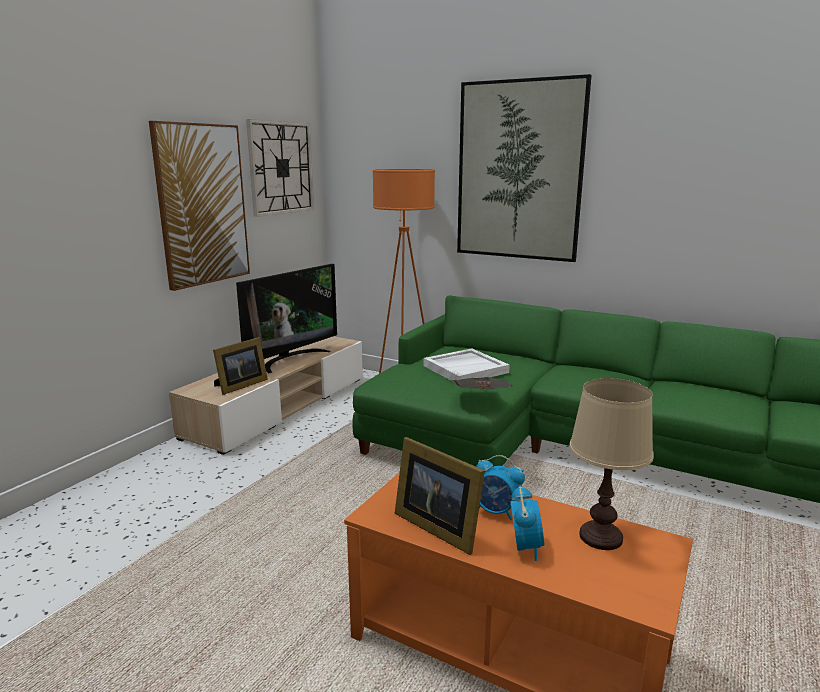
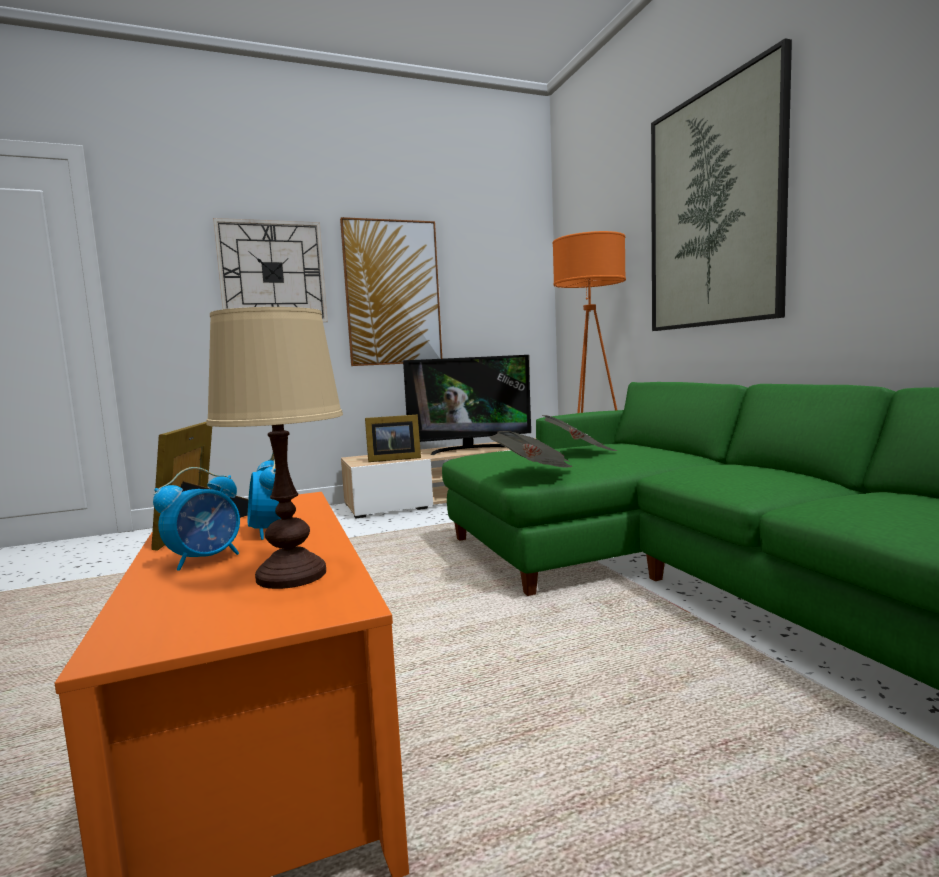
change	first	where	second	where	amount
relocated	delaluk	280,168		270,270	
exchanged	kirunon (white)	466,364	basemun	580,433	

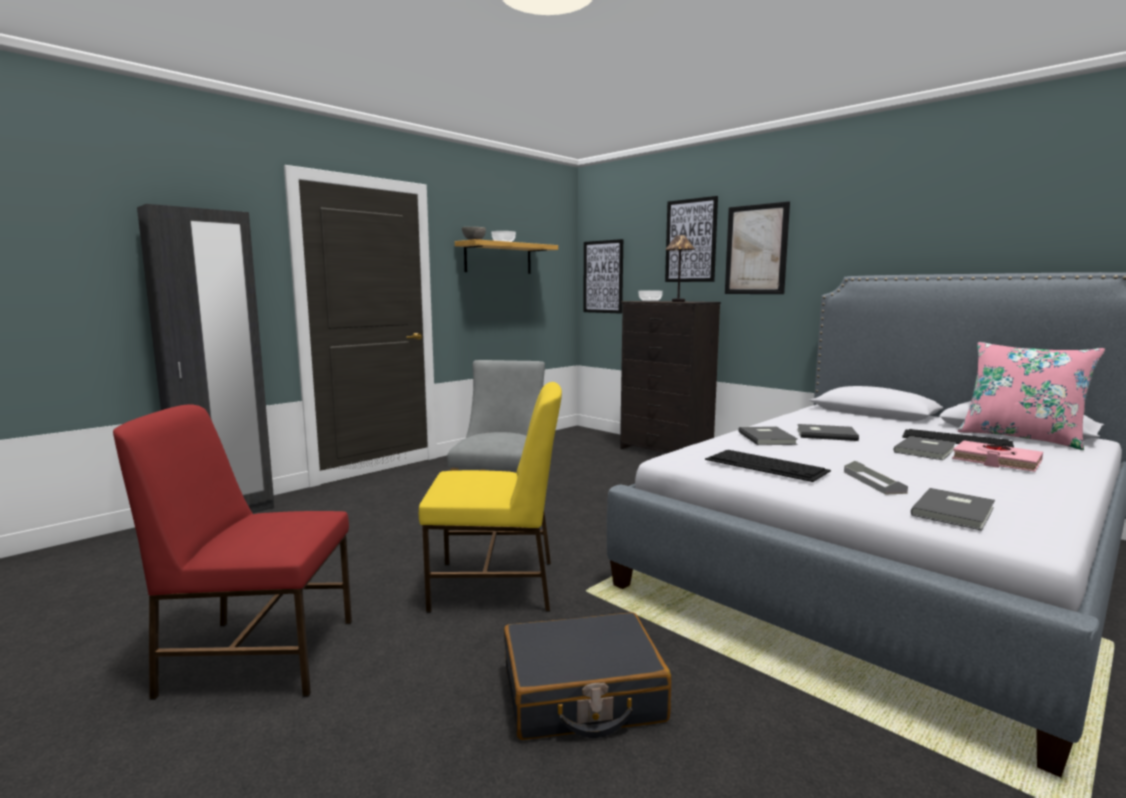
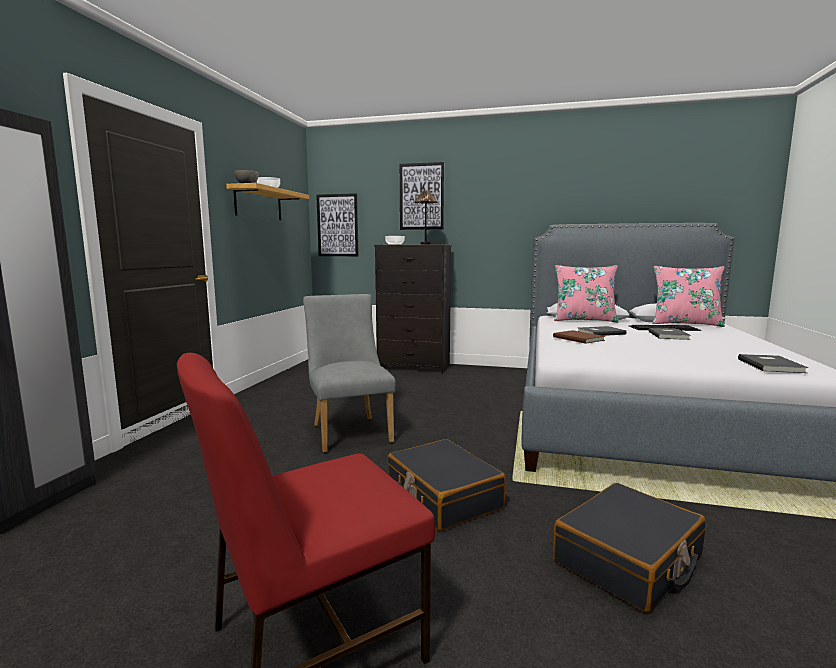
change	first	where	second	where	amount
exchanged	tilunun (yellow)	490,497	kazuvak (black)	446,485	
colour	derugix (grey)	768,435	derugix (brown)	579,337	
appeared			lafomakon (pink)	586,294	
missing	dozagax	768,466			
missing	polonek	757,247			
missing	kirunon (grey)	876,478			
missing	derugix (pink)	997,456			

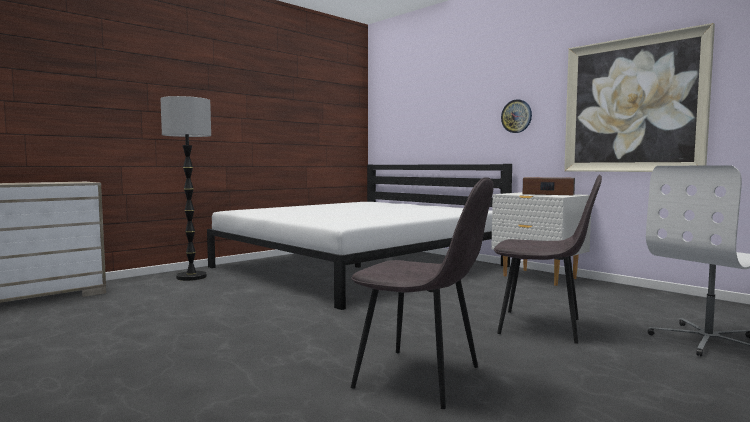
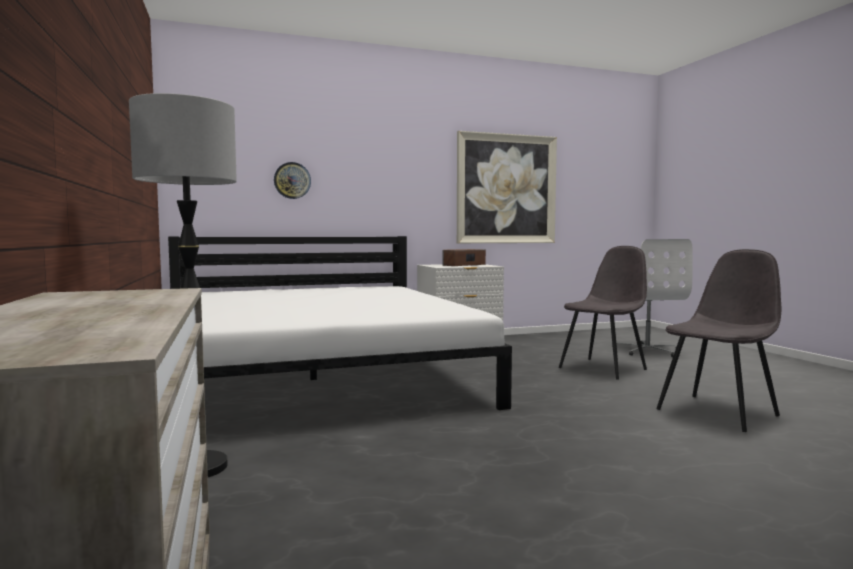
change	first	where	second	where	amount
relocated	delaluk	516,116		292,180	

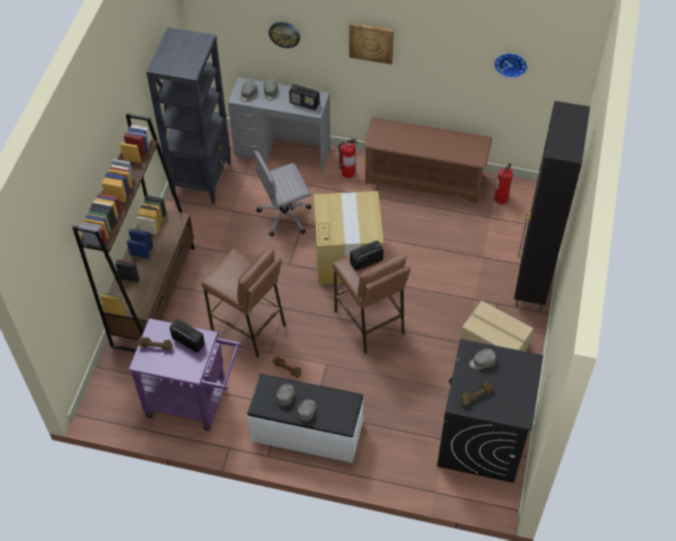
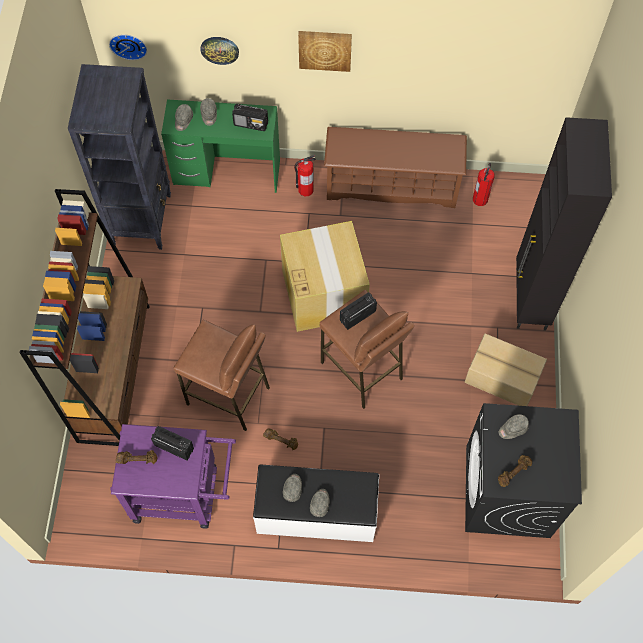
change	first	where	second	where	amount
relocated	delaluk	510,65		128,47	
colour	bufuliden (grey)	279,124	bufuliden (green)	220,146	
missing	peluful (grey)	282,194			

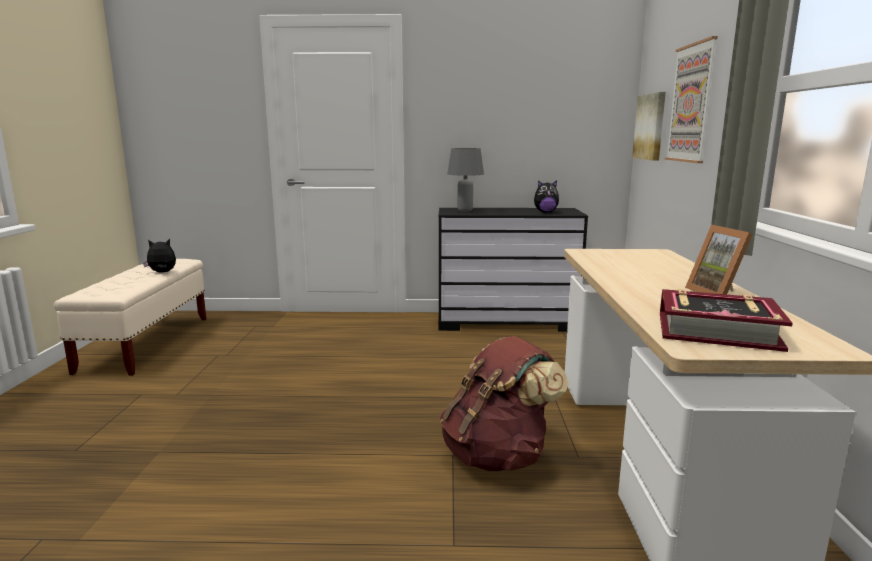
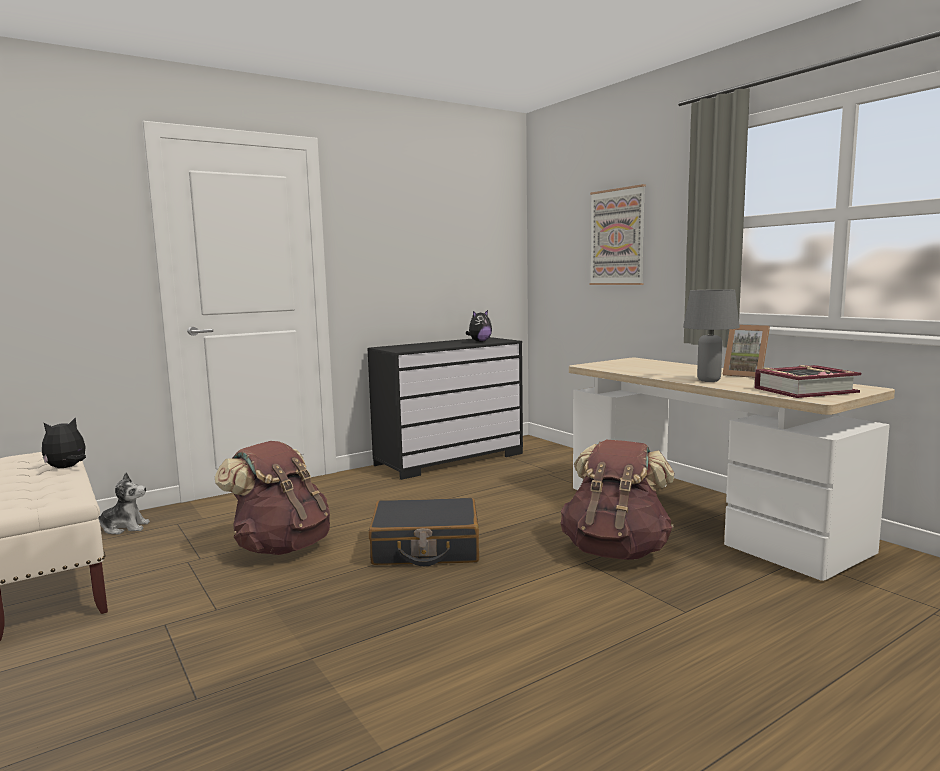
change	first	where	second	where	amount
appeared			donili	124,504	
appeared			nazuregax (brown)	272,498	
appeared			kazuvak (black)	424,532	
relocated	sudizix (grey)	465,180		711,335	
missing	polonek	649,126			

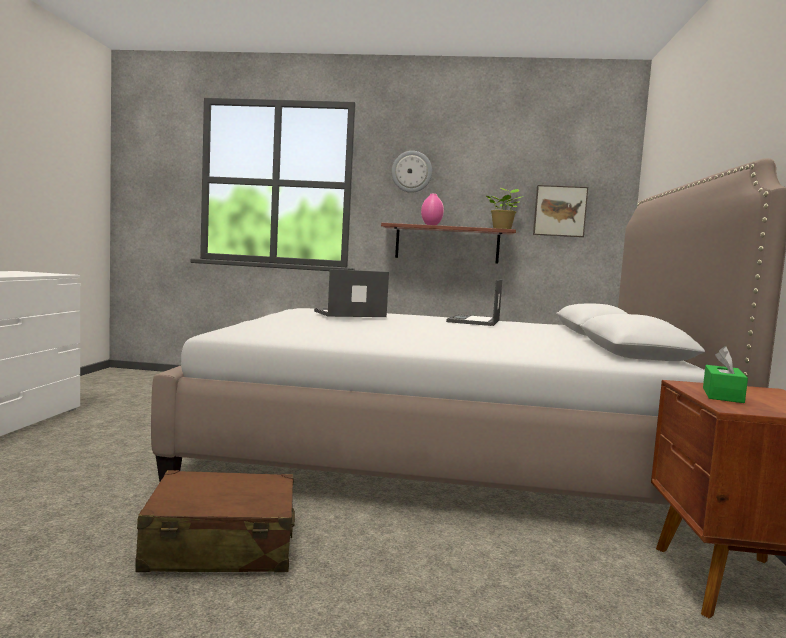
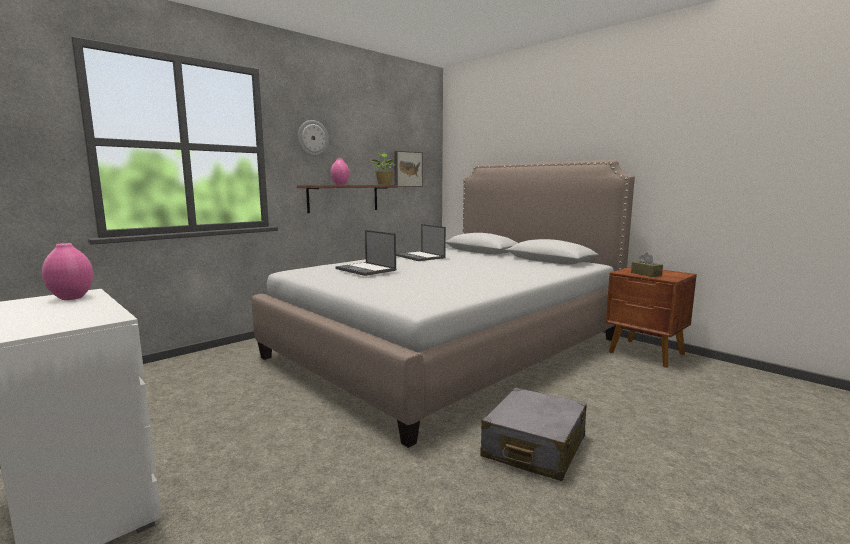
change	first	where	second	where	amount
appeared			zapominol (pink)	67,271	
spun	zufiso	351,293		365,253	60 degrees counterclockwise
colour	kazuvak (brown)	215,521	kazuvak (grey)	533,434	
colour	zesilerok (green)	725,374	zesilerok (brown)	647,265	

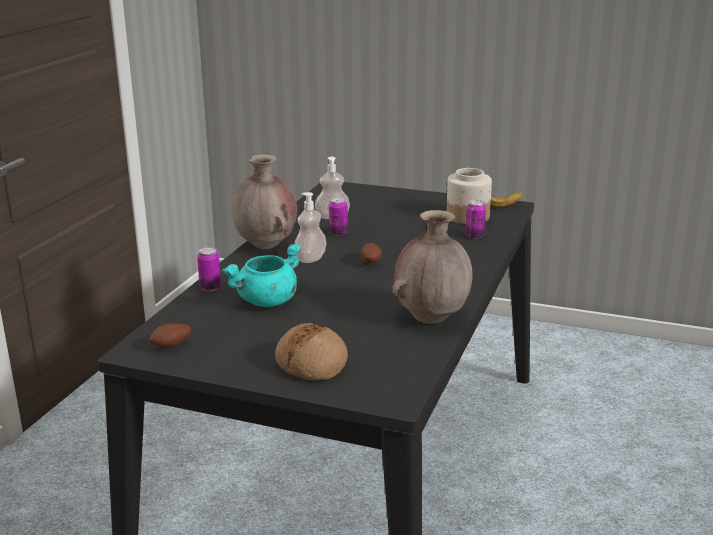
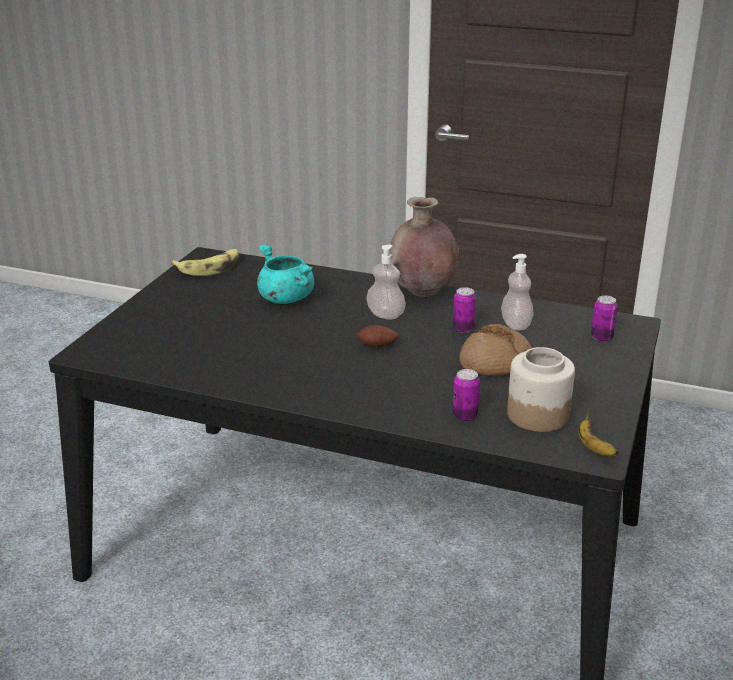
change	first	where	second	where	amount
exchanged	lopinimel	170,335	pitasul	205,262	
relocated	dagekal	311,351		495,350	
relocated	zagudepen	209,269		604,318	
missing	zapominol (brown)	432,267			

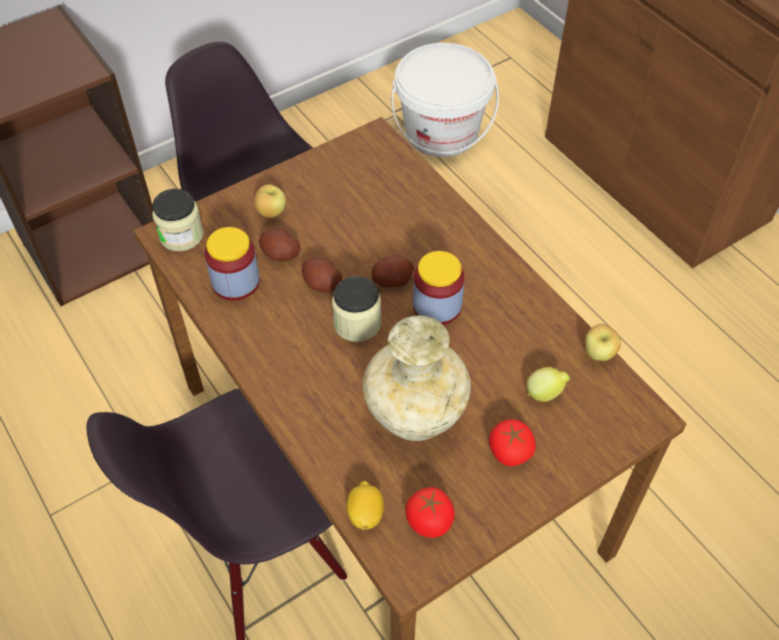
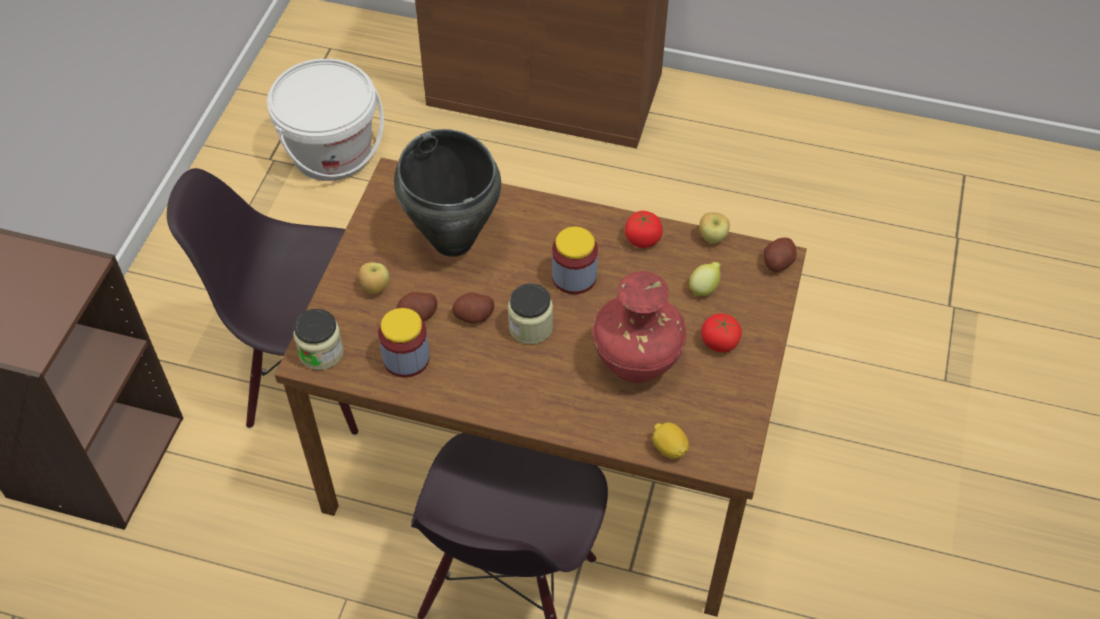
change	first	where	second	where	amount
appeared			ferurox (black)	447,193	
colour	zapominol (beige)	417,378	zapominol (red)	639,327	
relocated	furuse	430,512		644,229	
relocated	lopinimel	393,271		780,255	

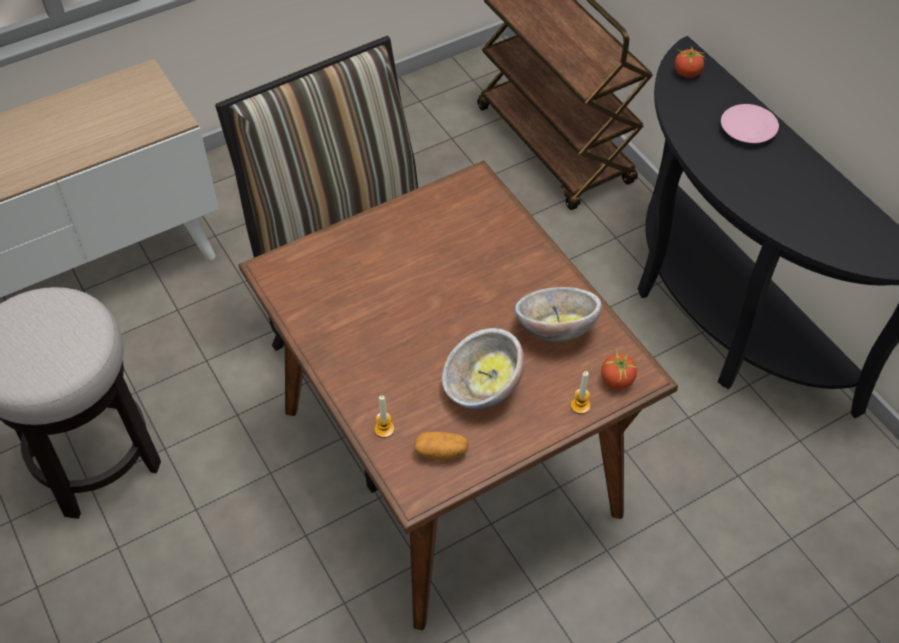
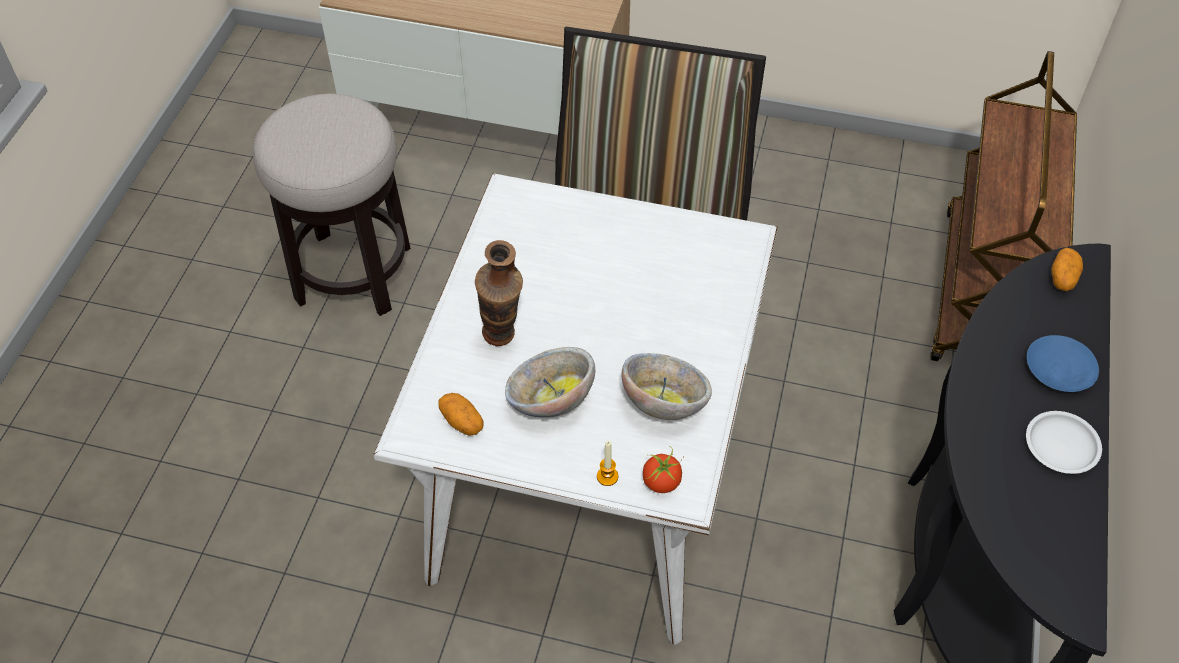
change	first	where	second	where	amount
colour	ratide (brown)	458,395	ratide (white)	576,409	
appeared			zapominol	499,293	
appeared			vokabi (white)	1064,442	
colour	vokabi (pink)	750,123	vokabi (blue)	1063,363	
exchanged	furuse	690,62	lopinimel	1067,269	
missing	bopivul	384,416			

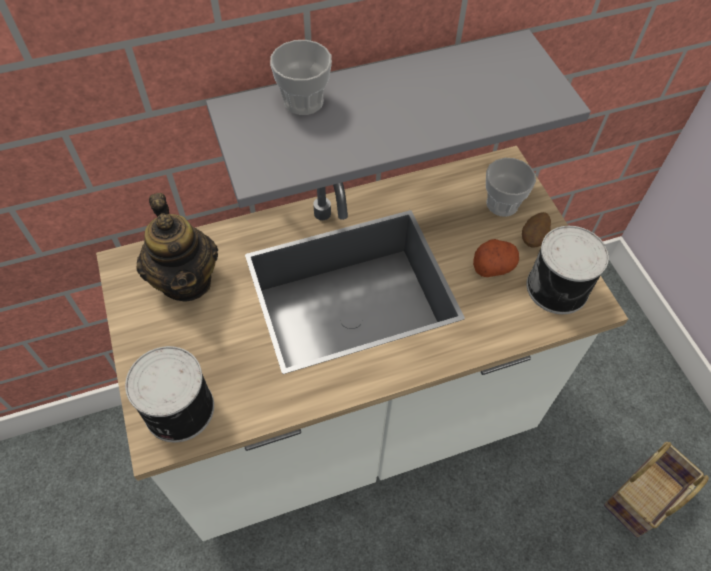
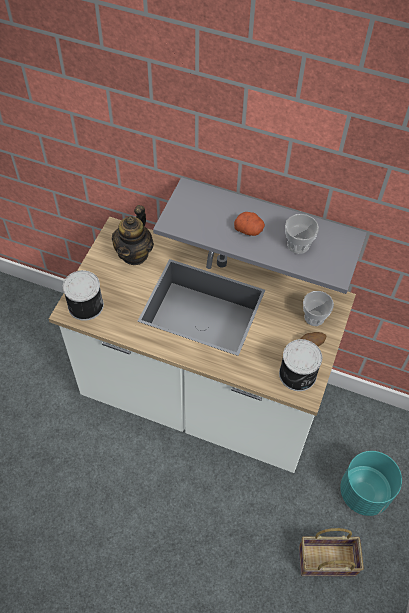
change	first	where	second	where	amount
relocated	lopinimel	496,258		249,224	
relocated	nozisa	301,77		302,234	
appeared			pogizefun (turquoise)	371,483	

